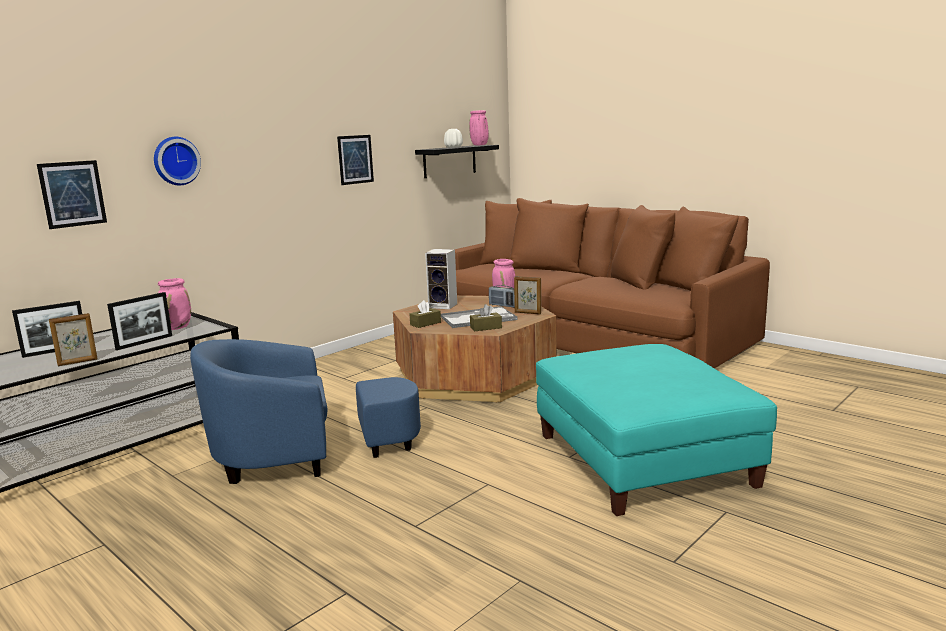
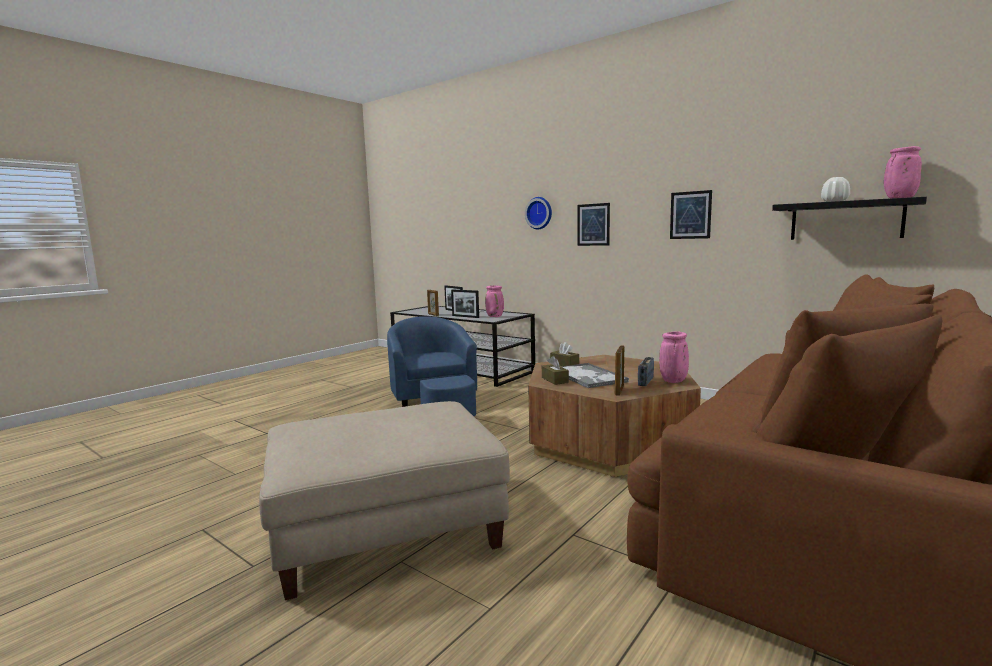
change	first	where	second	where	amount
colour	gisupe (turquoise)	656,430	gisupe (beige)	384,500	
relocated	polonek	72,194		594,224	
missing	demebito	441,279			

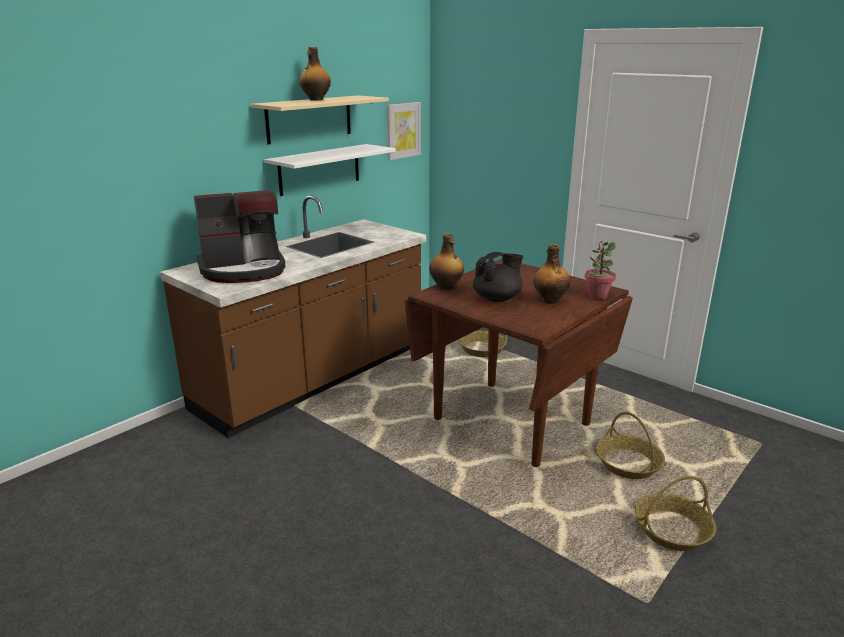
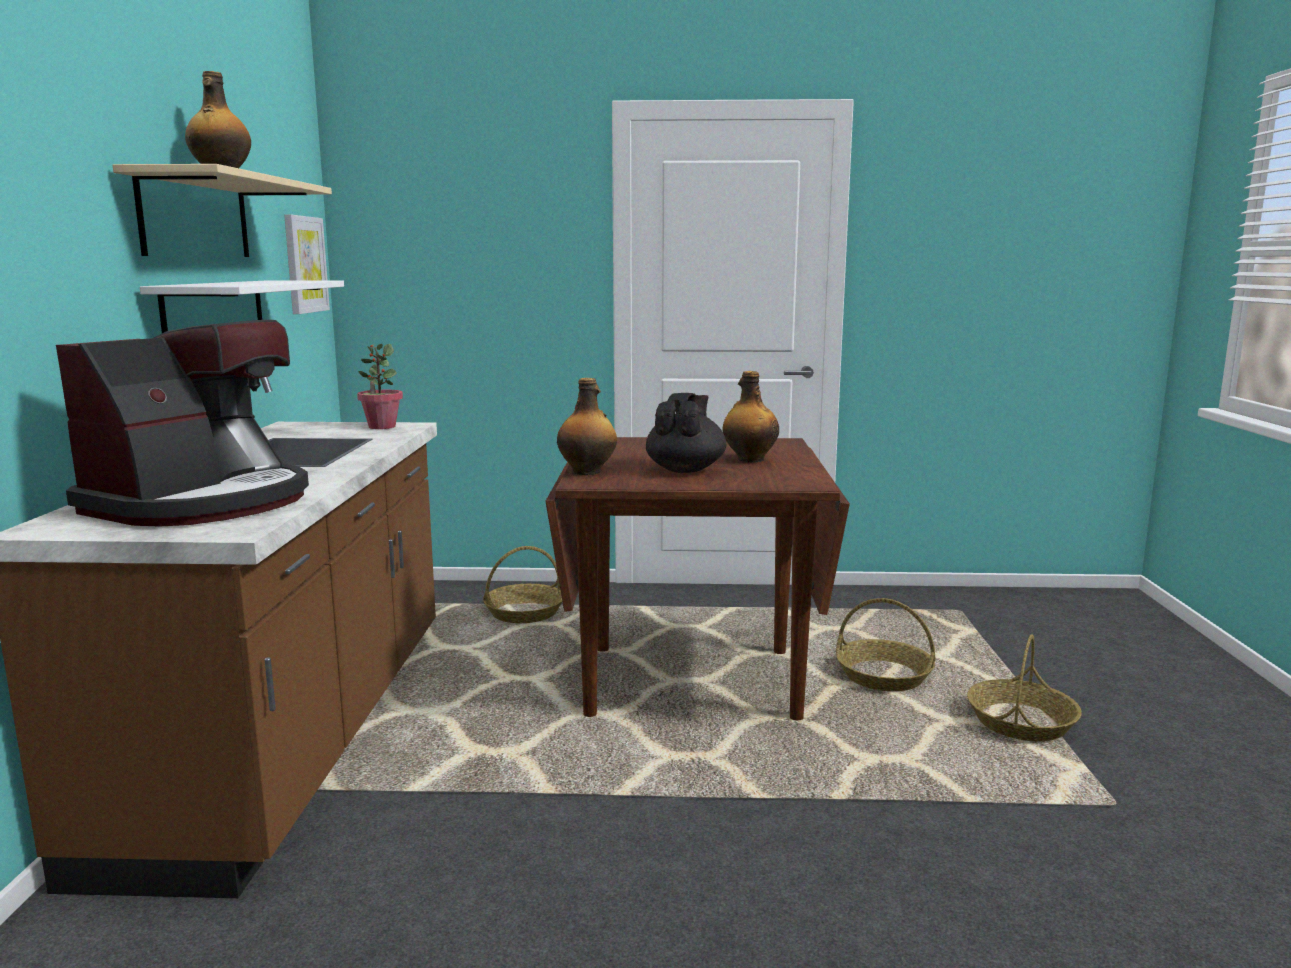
change	first	where	second	where	amount
relocated	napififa	600,270		380,386	

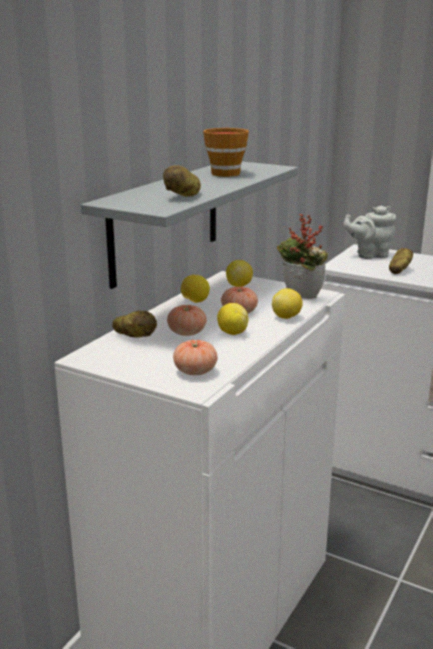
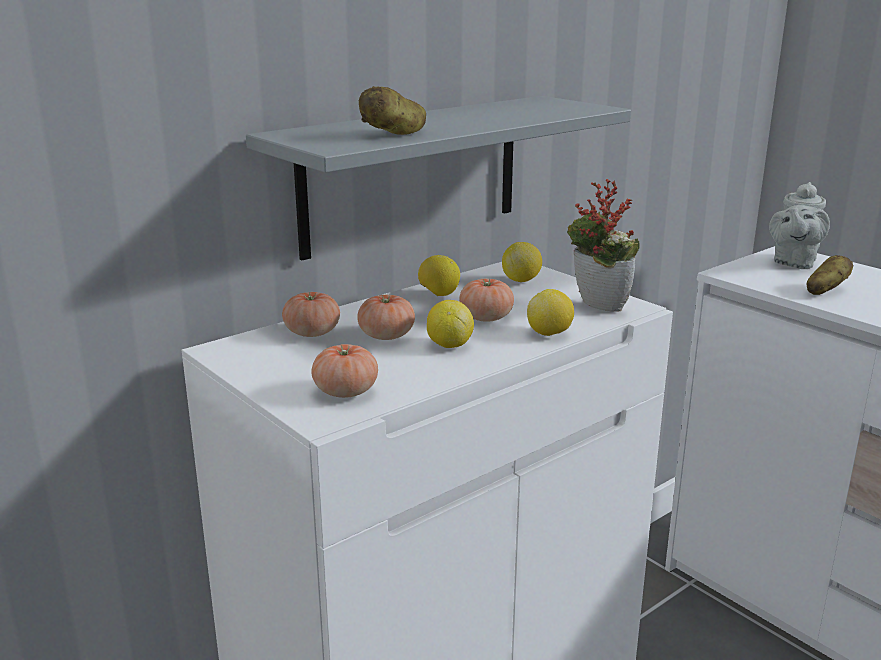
change	first	where	second	where	amount
exchanged	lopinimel	134,324	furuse	311,314	
spun	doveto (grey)	369,232		799,225	75 degrees counterclockwise
missing	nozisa	226,152			

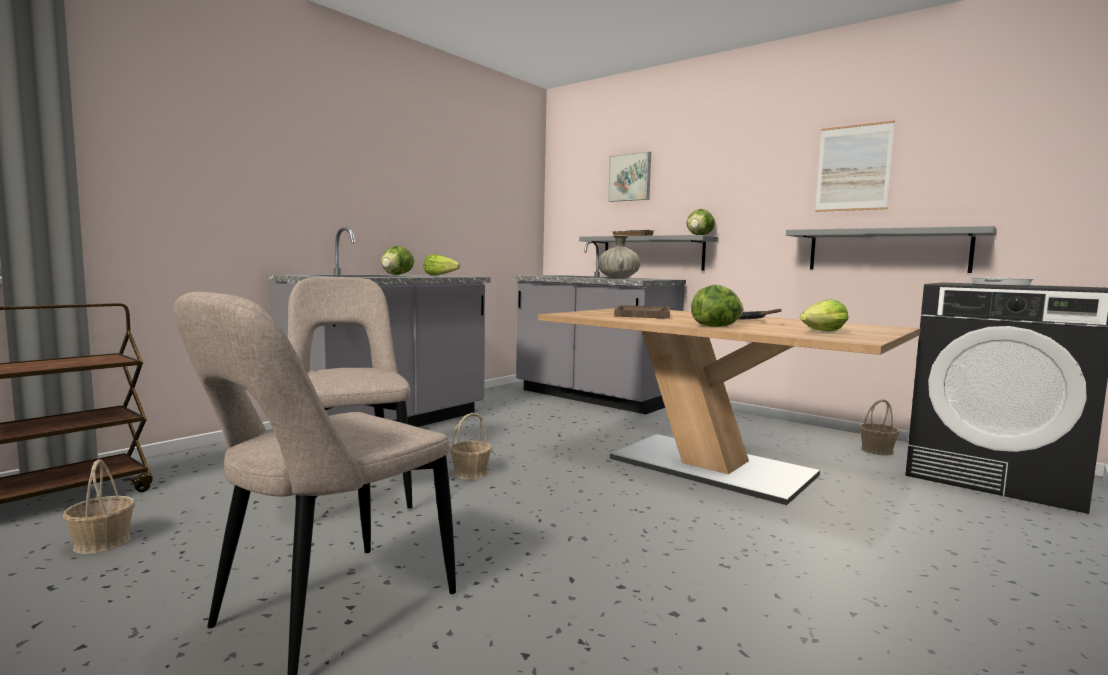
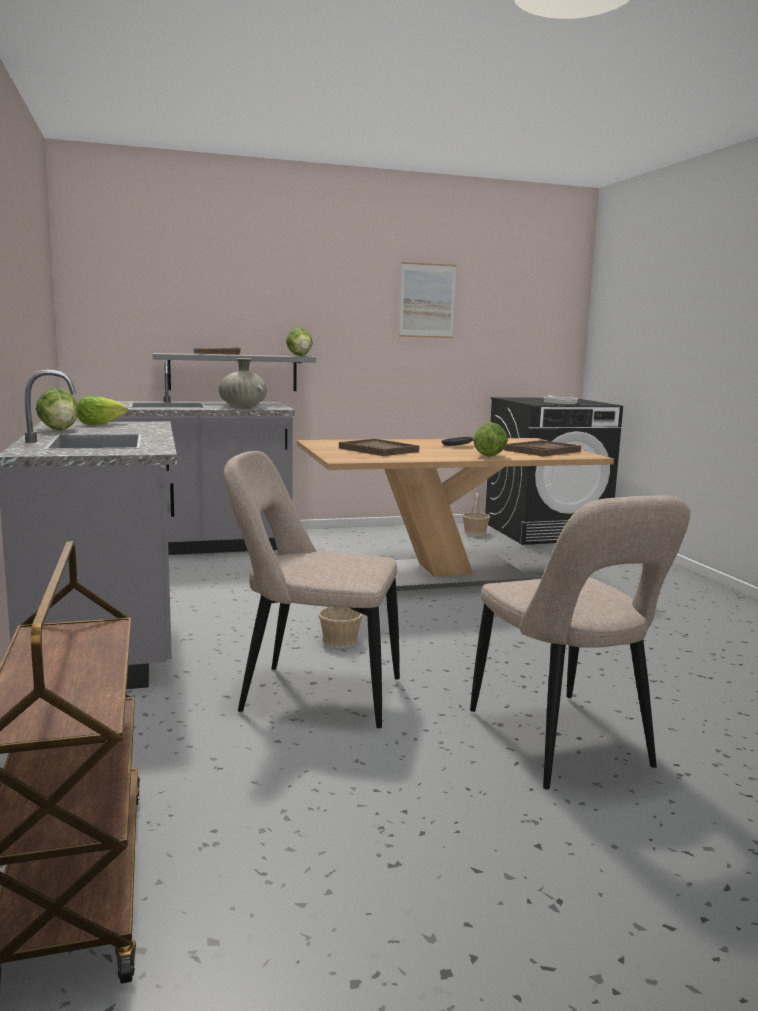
change	first	where	second	where	amount
exchanged	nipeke	824,315	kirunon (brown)	542,448	
missing	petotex	99,506			
missing	polonek	629,176			
missing	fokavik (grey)	891,249			

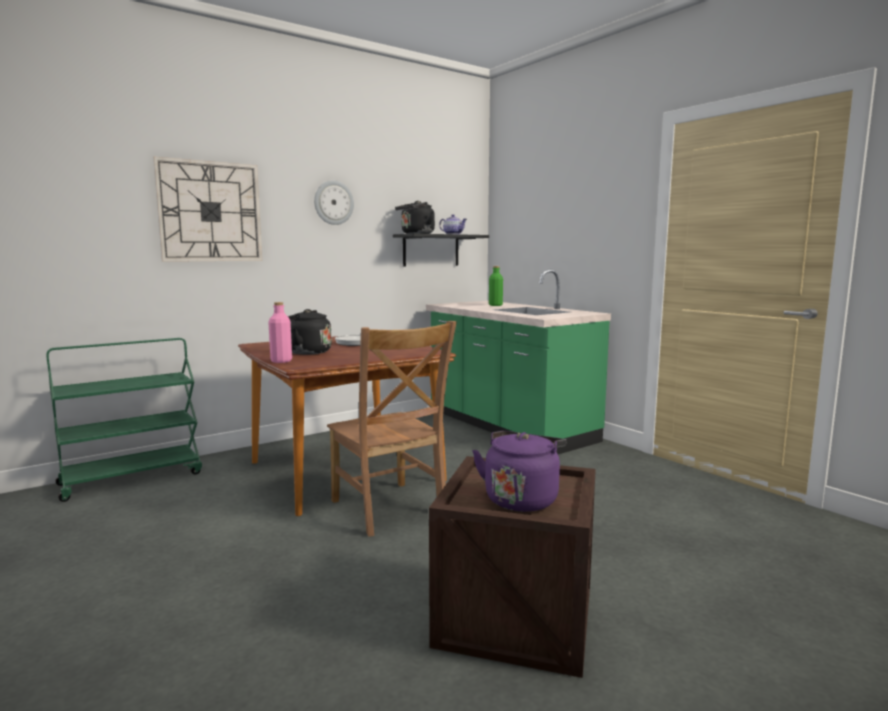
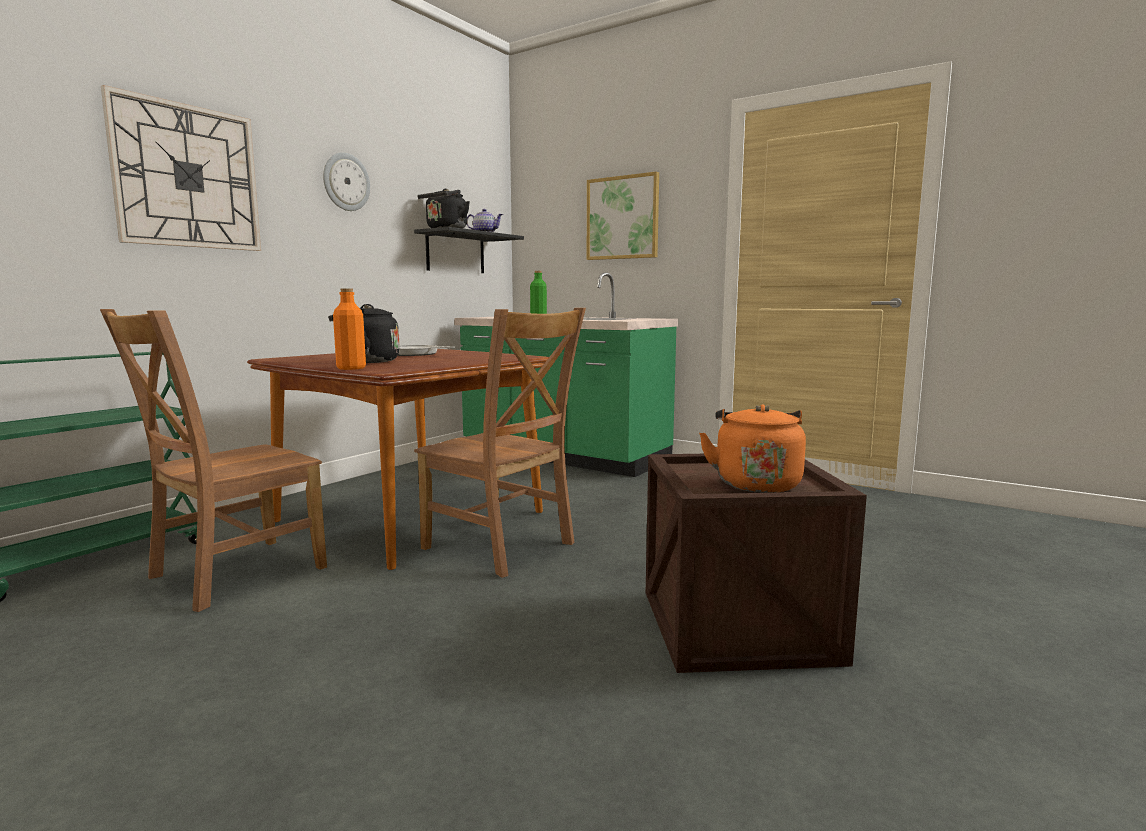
change	first	where	second	where	amount
appeared			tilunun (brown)	213,460	
colour	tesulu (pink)	280,332	tesulu (orange)	349,329	
appeared			polonek	623,216	
colour	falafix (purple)	519,471	falafix (orange)	752,448	

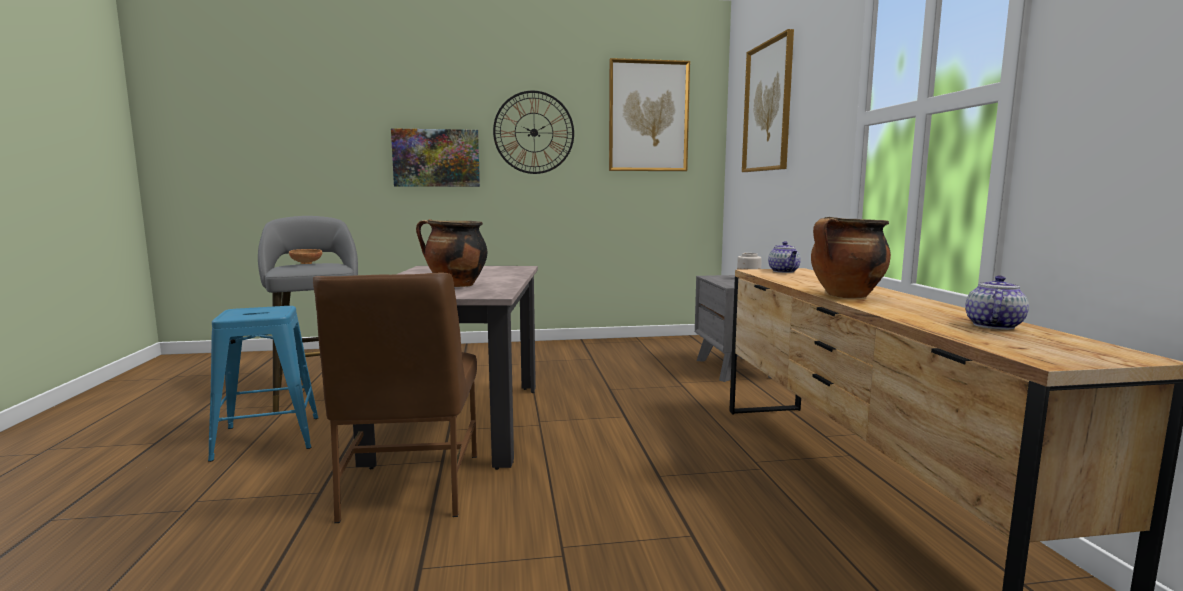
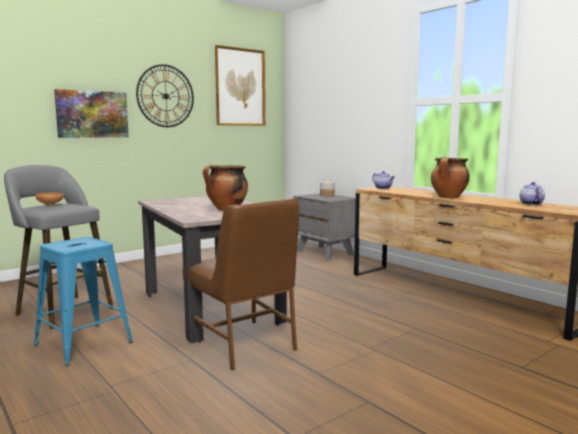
change	first	where	second	where	amount
missing	polonek	768,100			

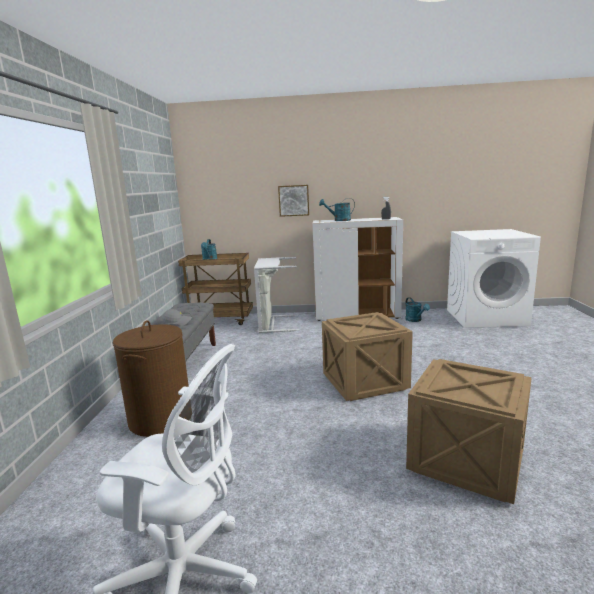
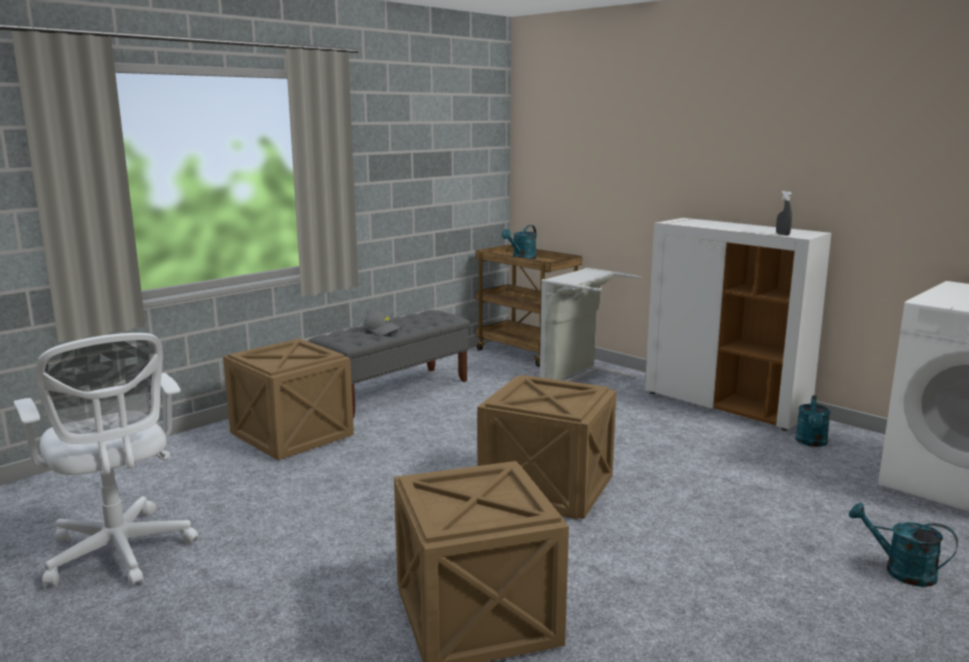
change	first	where	second	where	amount
exchanged	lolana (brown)	151,378	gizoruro	288,399	
relocated	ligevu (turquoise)	337,209		903,545	
missing	polonek	293,201			

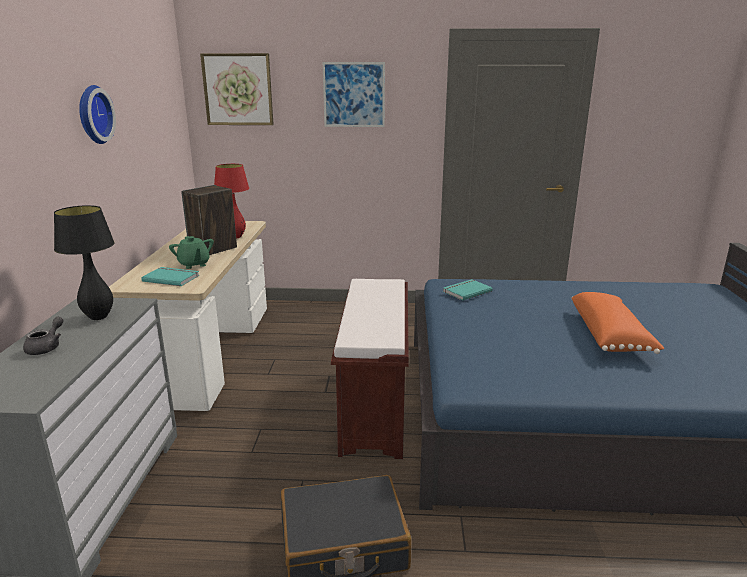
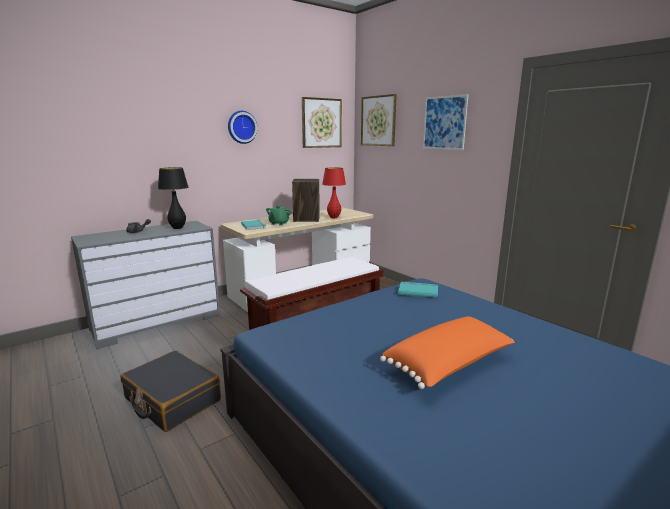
change	first	where	second	where	amount
appeared			polonek	322,122	

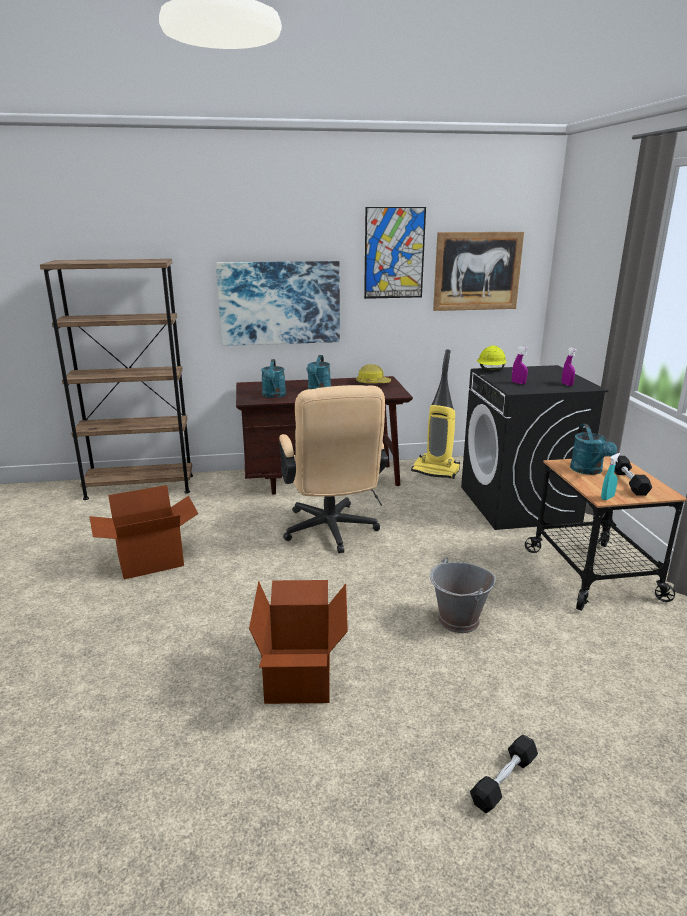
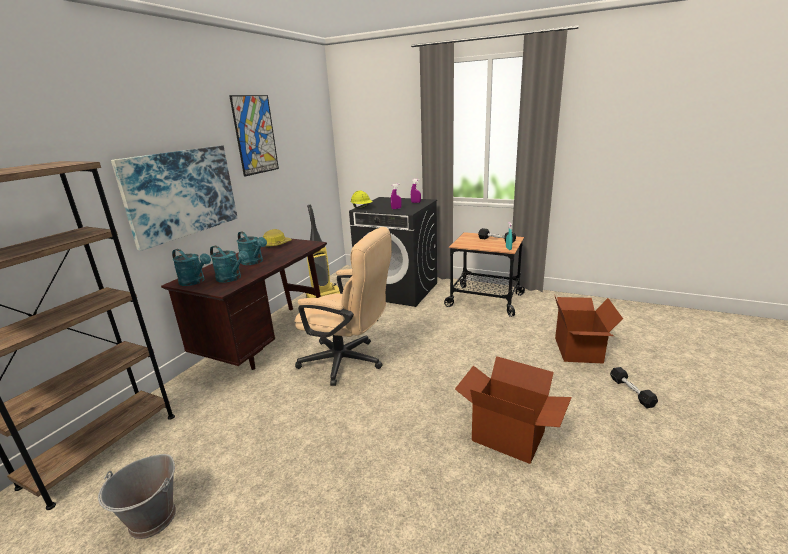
change	first	where	second	where	amount
relocated	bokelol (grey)	463,595		137,496	
relocated	ligevu (turquoise)	593,449		191,267	
relocated	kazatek	143,532		589,330	
missing	polonek	478,271			

